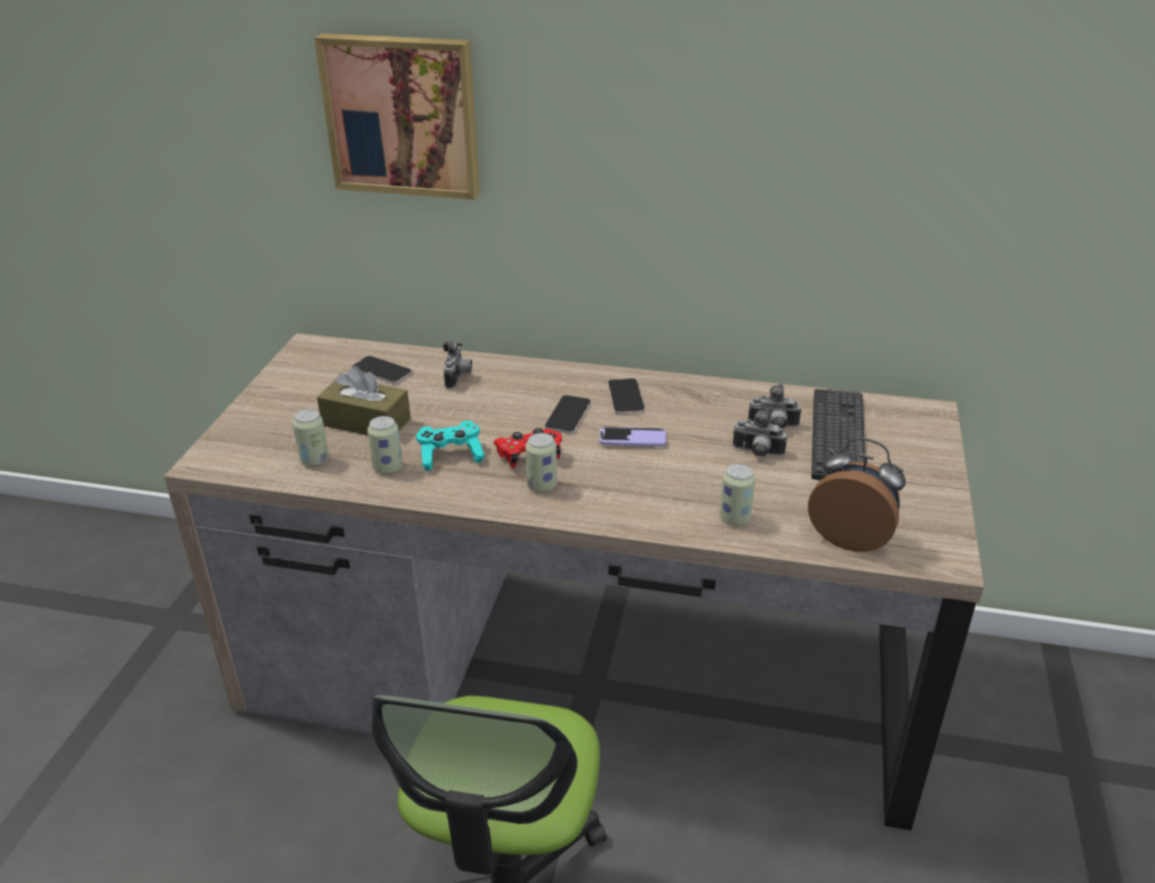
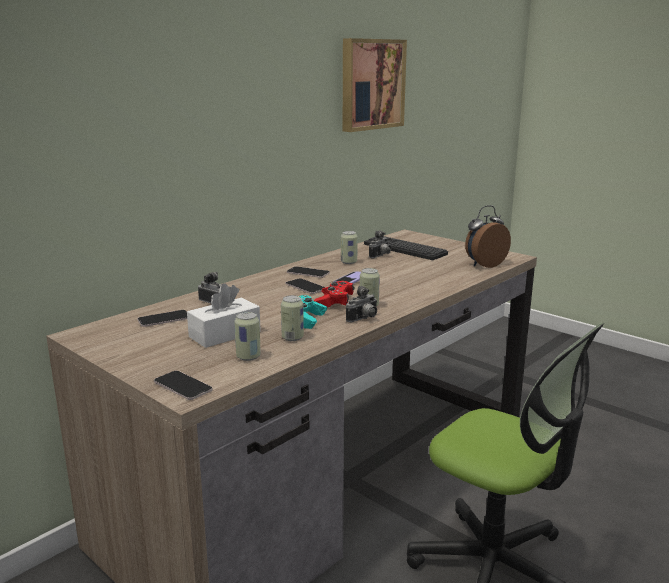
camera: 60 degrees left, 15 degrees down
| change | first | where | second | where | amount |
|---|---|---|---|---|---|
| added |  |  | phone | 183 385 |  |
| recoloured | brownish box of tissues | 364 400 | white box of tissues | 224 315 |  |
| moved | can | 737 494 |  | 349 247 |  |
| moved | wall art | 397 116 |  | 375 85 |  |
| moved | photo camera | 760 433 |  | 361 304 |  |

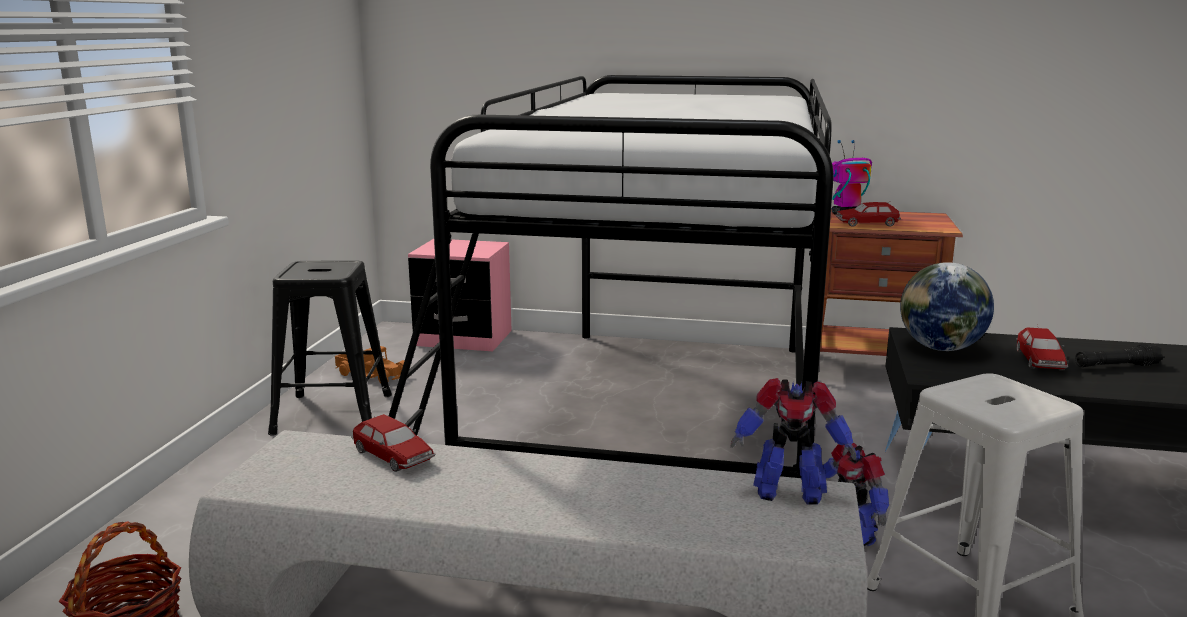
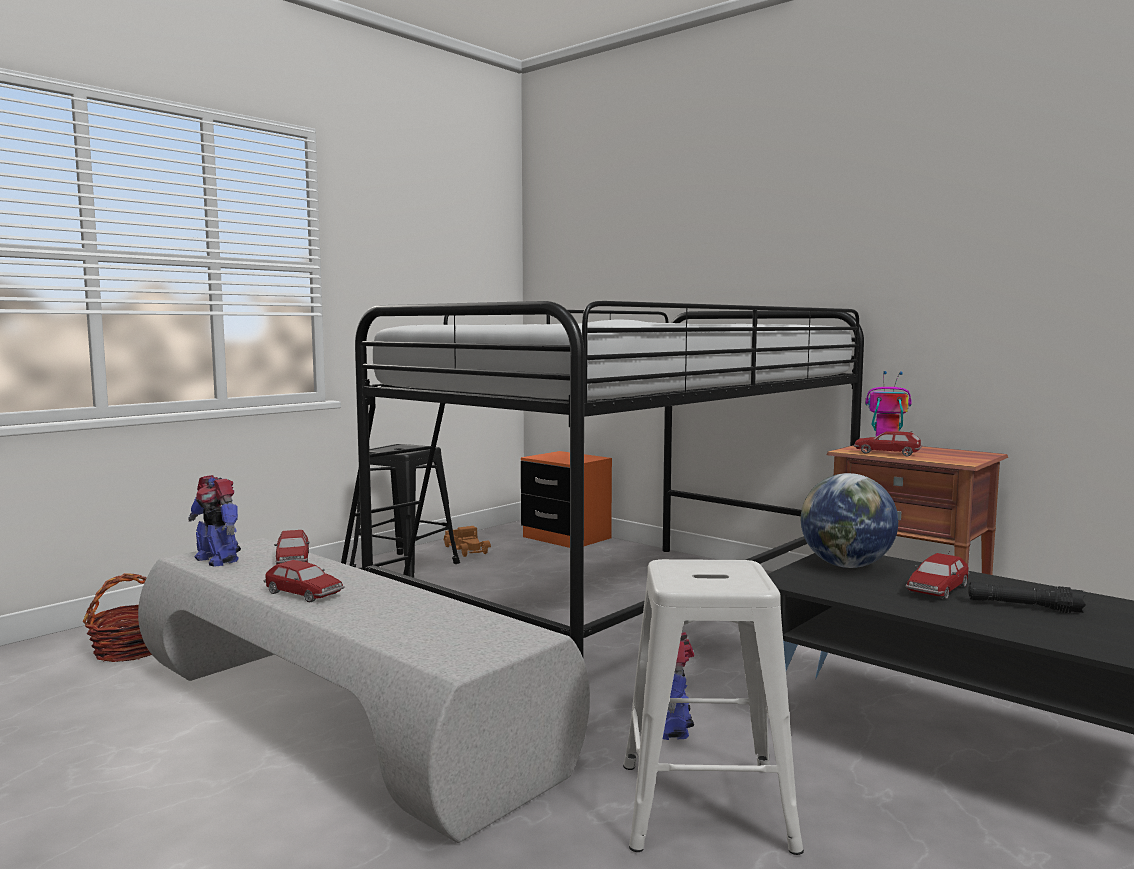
camera: 30 degrees right, 10 degrees down
| change | first | where | second | where | amount |
|---|---|---|---|---|---|
| moved | toy robot | 793 441 |  | 214 521 |  |
| added |  |  | miniature car | 304 581 |  |
| recoloured | pink-coloured bedside table | 460 295 | orange-coloured bedside table | 566 499 |  |

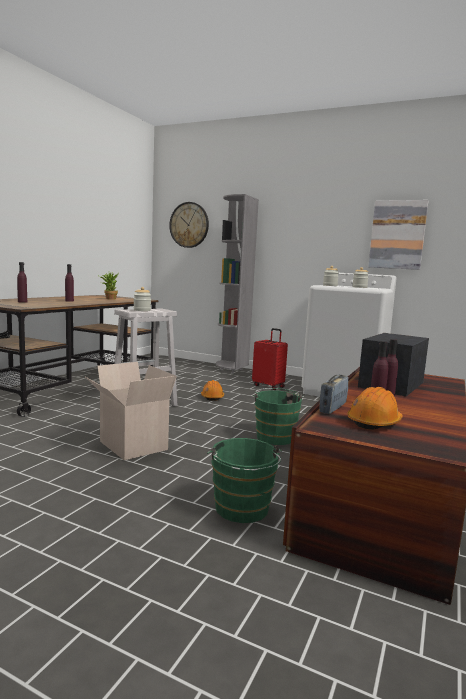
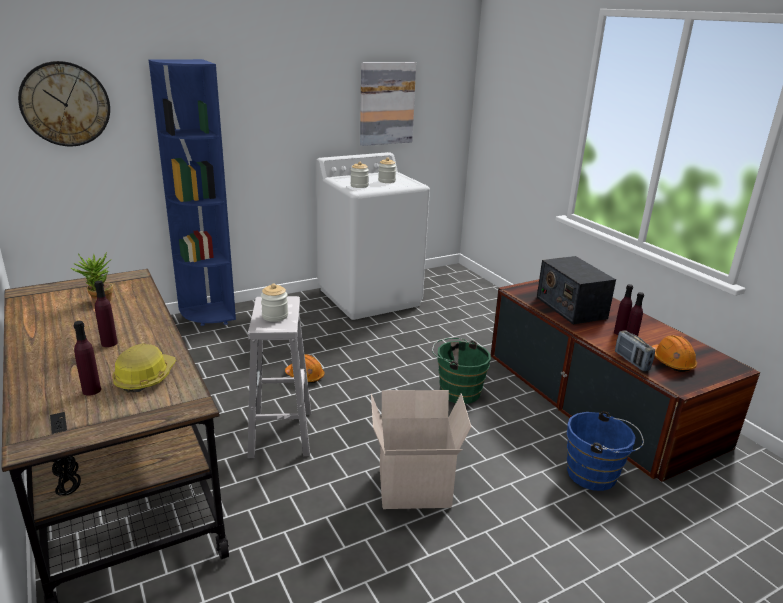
camera: 55 degrees left, 15 degrees up
| change | first | where | second | where | amount |
|---|---|---|---|---|---|
| added |  |  | safety helmet | 144 368 |  |
| recoloured | gray bookshelf | 237 284 | blue bookshelf | 192 192 |  |
| recoloured | green water bucket | 244 480 | blue water bucket | 605 451 |  |
| removed | red suitcase | 270 359 |  |  |  |

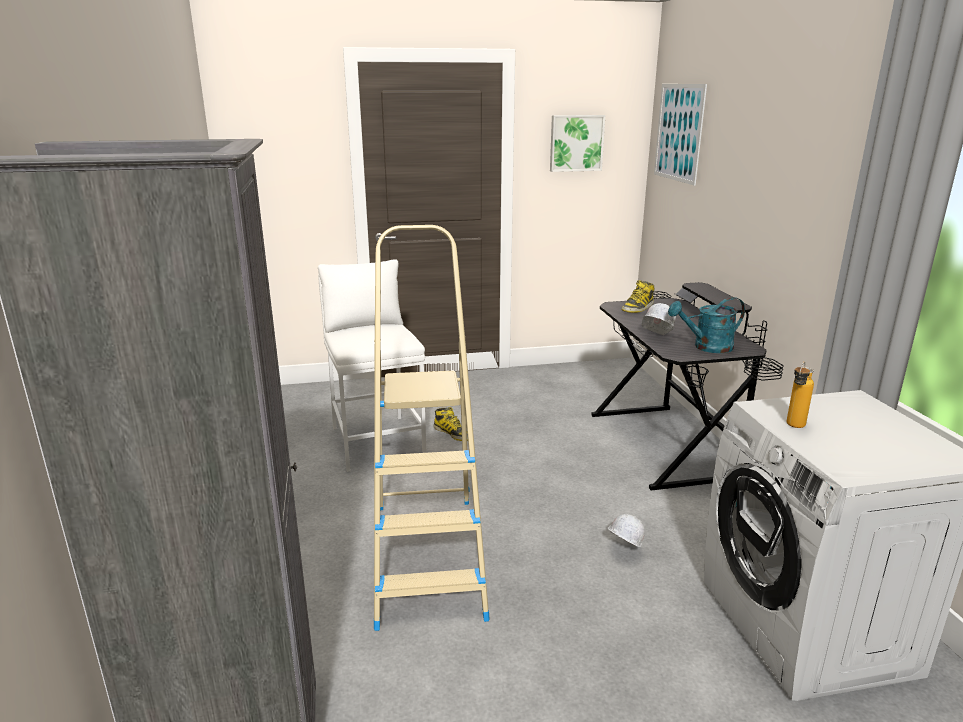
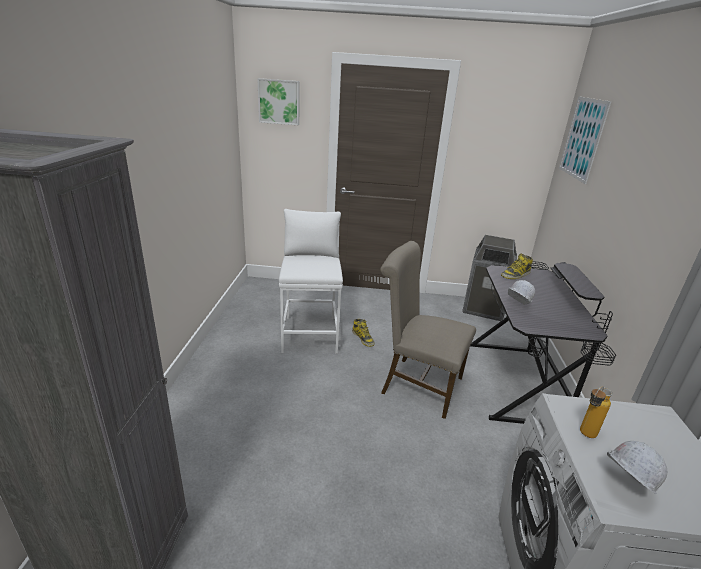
camera: 15 degrees right, 5 degrees up
| change | first | where | second | where | amount |
|---|---|---|---|---|---|
| moved | wall art | 577 143 |  | 278 101 |  |
| added |  |  | beige-coloured upright chair | 428 330 |  |
| added |  |  | waste bin | 489 278 |  |
| moved | white safety helmet | 626 530 |  | 637 467 |  |
| removed | beige-coloured step ladder | 432 428 |  |  |  |
| removed | turquoise-coloured sprinkling can | 706 325 |  |  |  |

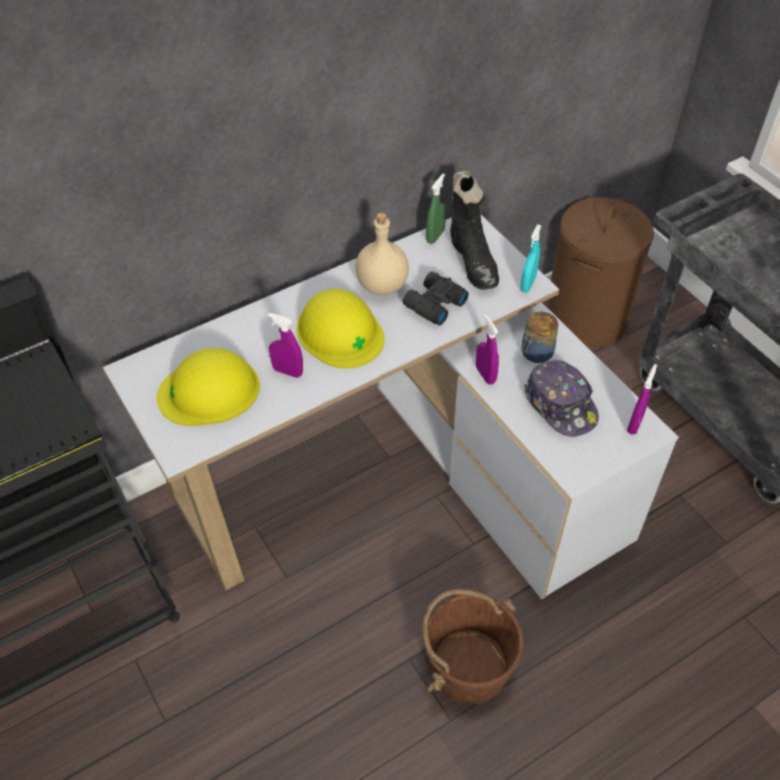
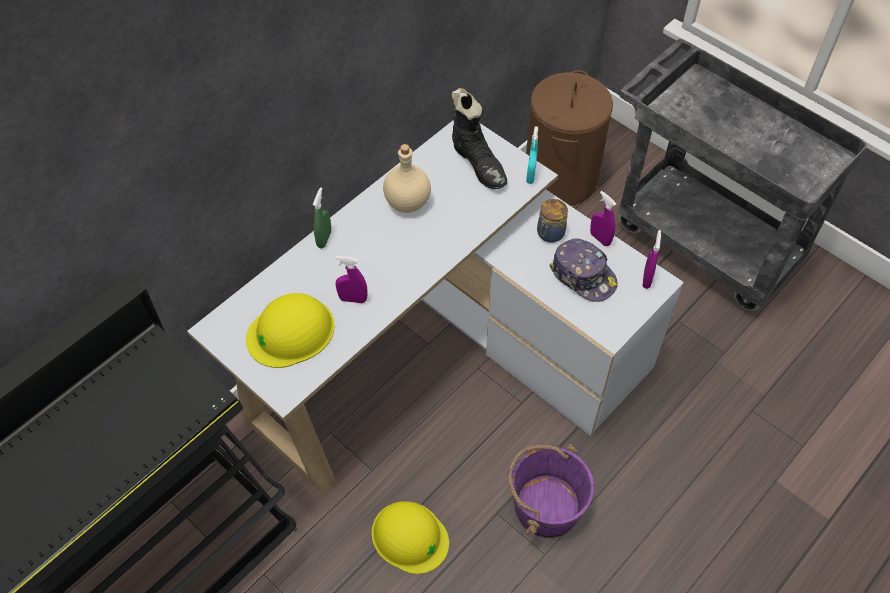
camera: 15 degrees left, 5 degrees up
| change | first | where | second | where | amount |
|---|---|---|---|---|---|
| moved | green hand sprayer | 436 209 |  | 322 217 |  |
| moved | yellow-coloured safety helmet | 340 328 |  | 410 537 |  |
| recoloured | brownish water bucket | 473 646 | purplish water bucket | 551 491 |  |
| moved | purplish hand sprayer | 487 349 |  | 603 218 |  |
| removed | black-coloured field glasses | 436 298 |  |  |  |

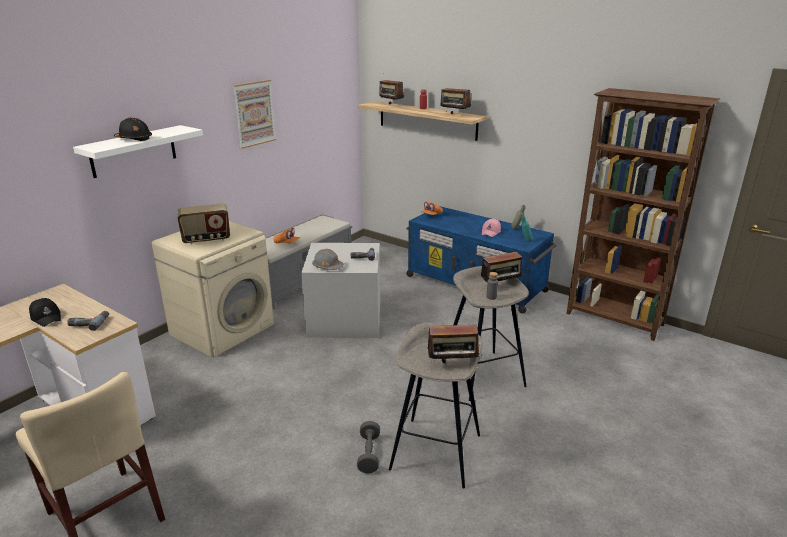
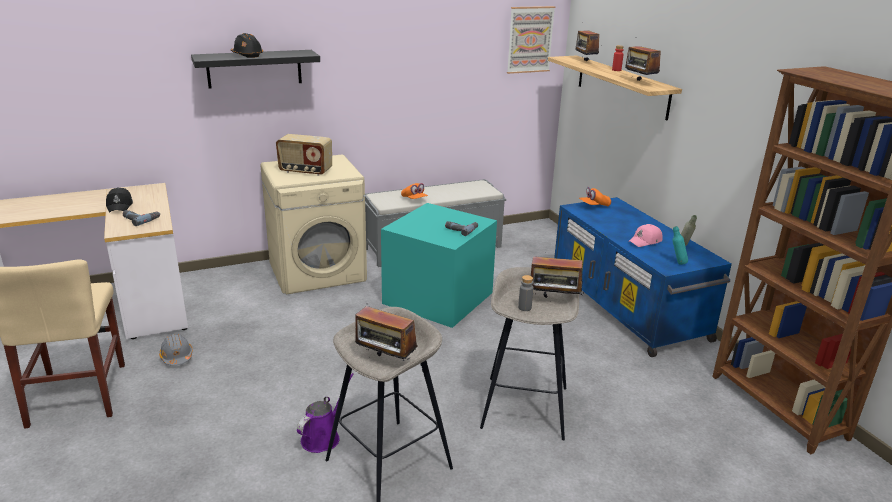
camera: 30 degrees right, 0 degrees up
| change | first | where | second | where | amount |
|---|---|---|---|---|---|
| moved | gray safety helmet | 328 259 |  | 176 350 |  |
| recoloured | white wall shelf | 138 151 | black-coloured wall shelf | 255 69 |  |
| replaced | gray dumbbell | 368 447 | purplish sprinkling can | 325 413 |  |
| recoloured | gray storage bin | 340 290 | turquoise-coloured storage bin | 439 265 |  |
| moved | wall art | 254 114 |  | 531 40 |  |

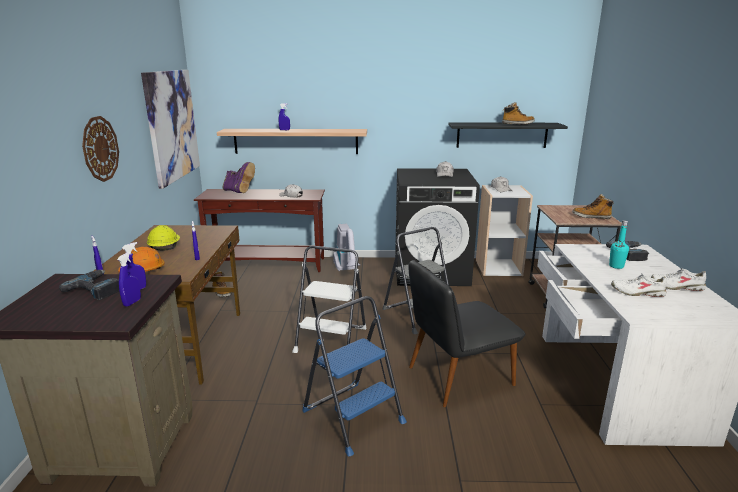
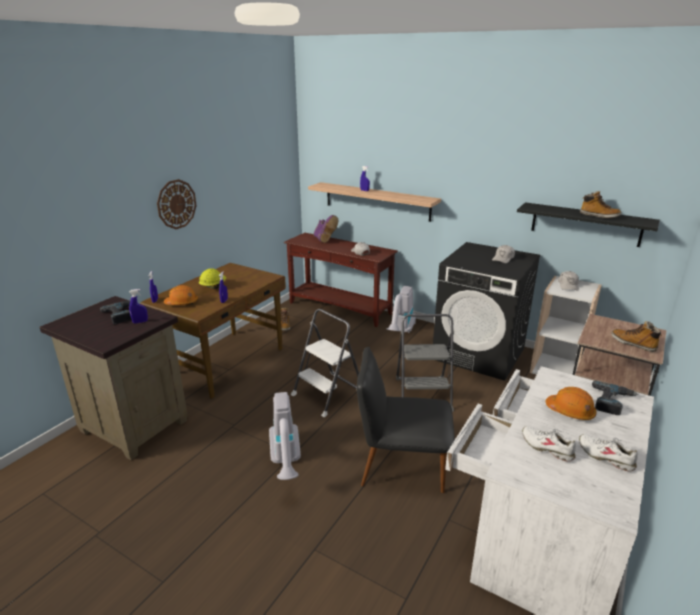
camera: 30 degrees right, 5 degrees up
| change | first | where | second | where | amount |
|---|---|---|---|---|---|
| replaced | blue step ladder | 354 376 | vacuum | 285 436 |  |
| replaced | turquoise-coloured bottle | 619 244 | orange-coloured safety helmet | 571 403 |  |
| removed | blue hand sprayer | 129 279 |  |  |  |
| removed | wall art | 170 129 |  |  |  |

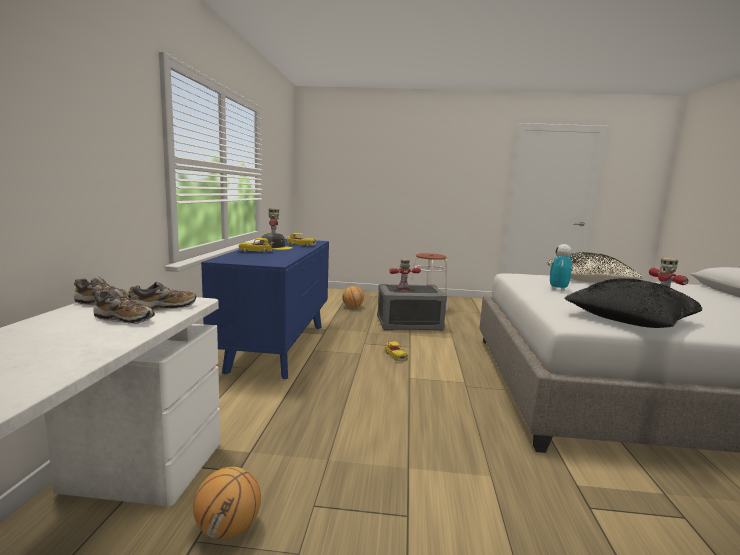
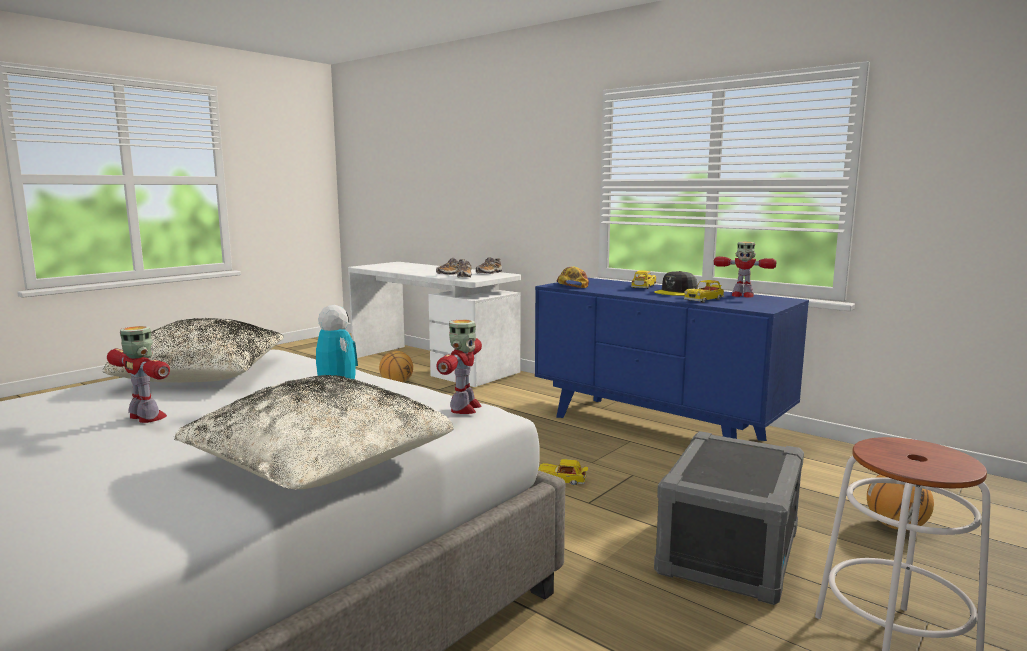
camera: 125 degrees right, 0 degrees up
| change | first | where | second | where | amount |
|---|---|---|---|---|---|
| recoloured | black-coloured pillow | 633 303 | beige-coloured pillow | 193 350 |  |
| moved | toy robot | 405 274 |  | 459 367 |  |
| added |  |  | cap | 573 277 |  |

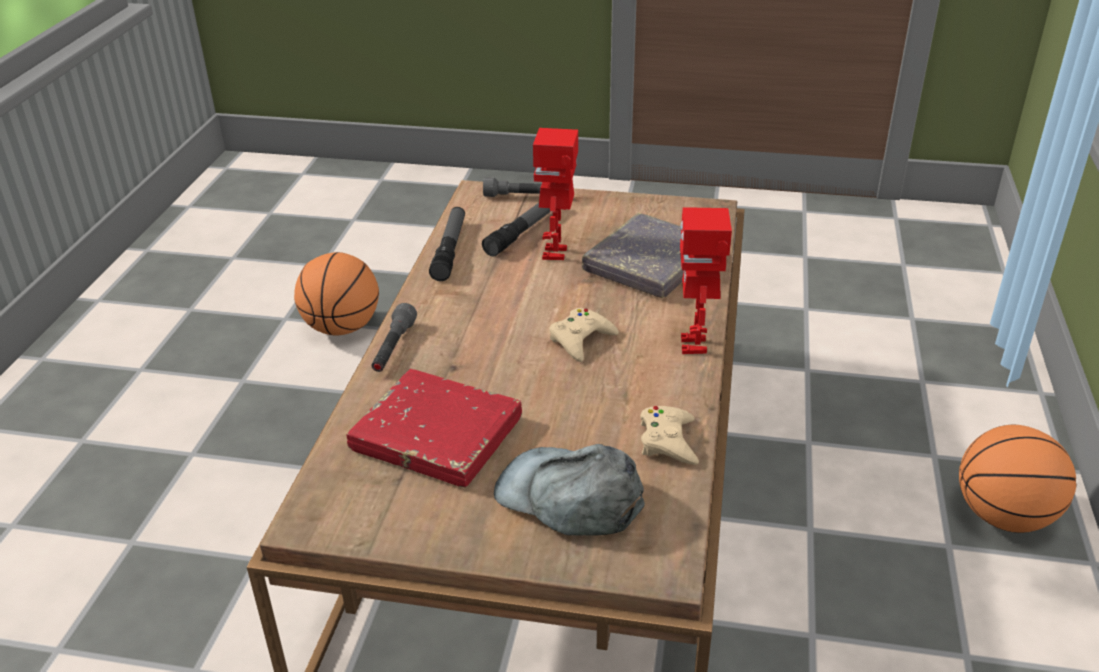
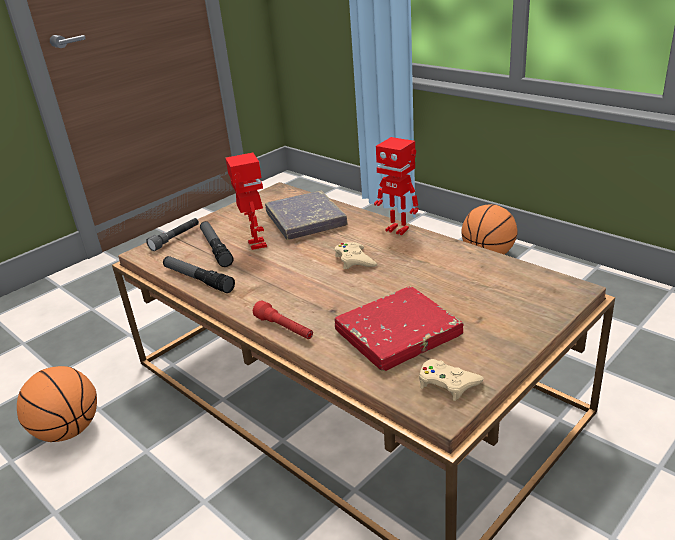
camera: 55 degrees left, 5 degrees down
| change | first | where | second | where | amount |
|---|---|---|---|---|---|
| turned | toy robot | 555 194 |  | 246 201 | 150 degrees counterclockwise |
| recoloured | gray flashlight | 394 337 | red flashlight | 283 320 |  |
| moved | beige-coloured game controller | 669 435 |  | 451 380 |  |
| removed | gray cap | 569 490 |  |  |  |

